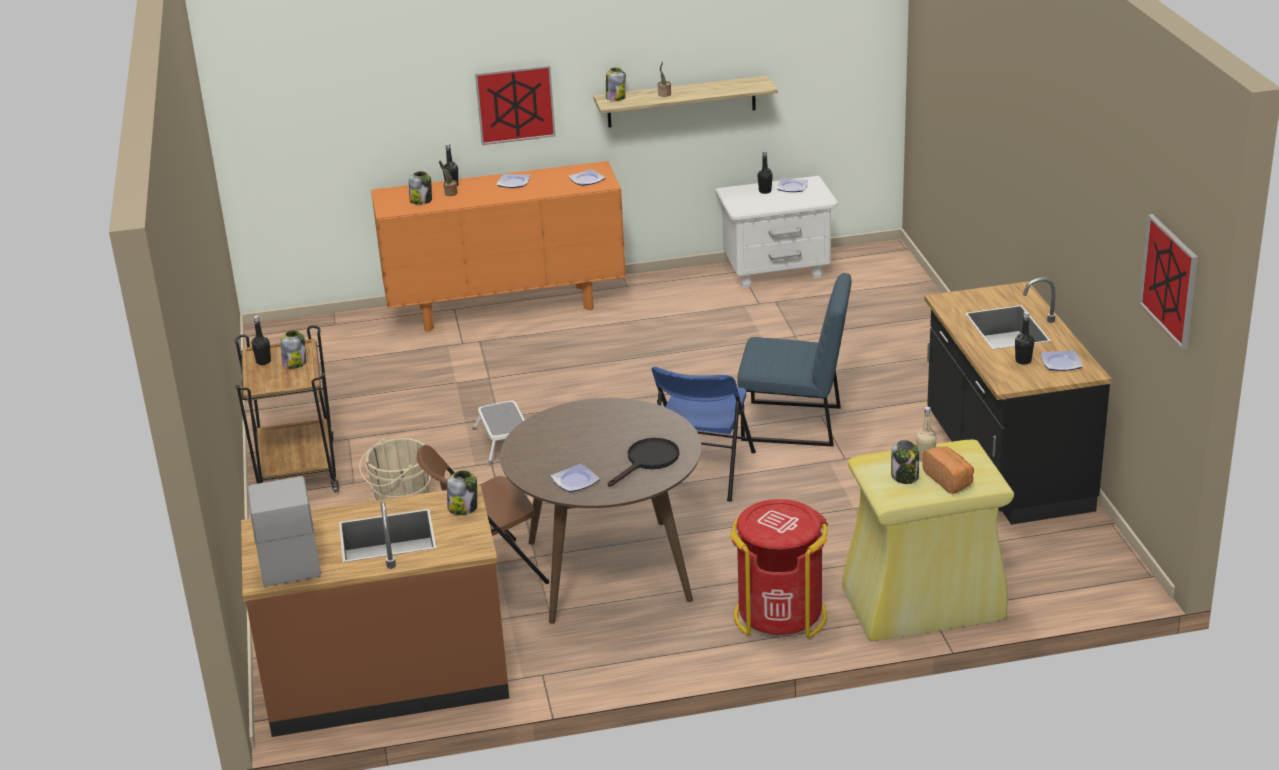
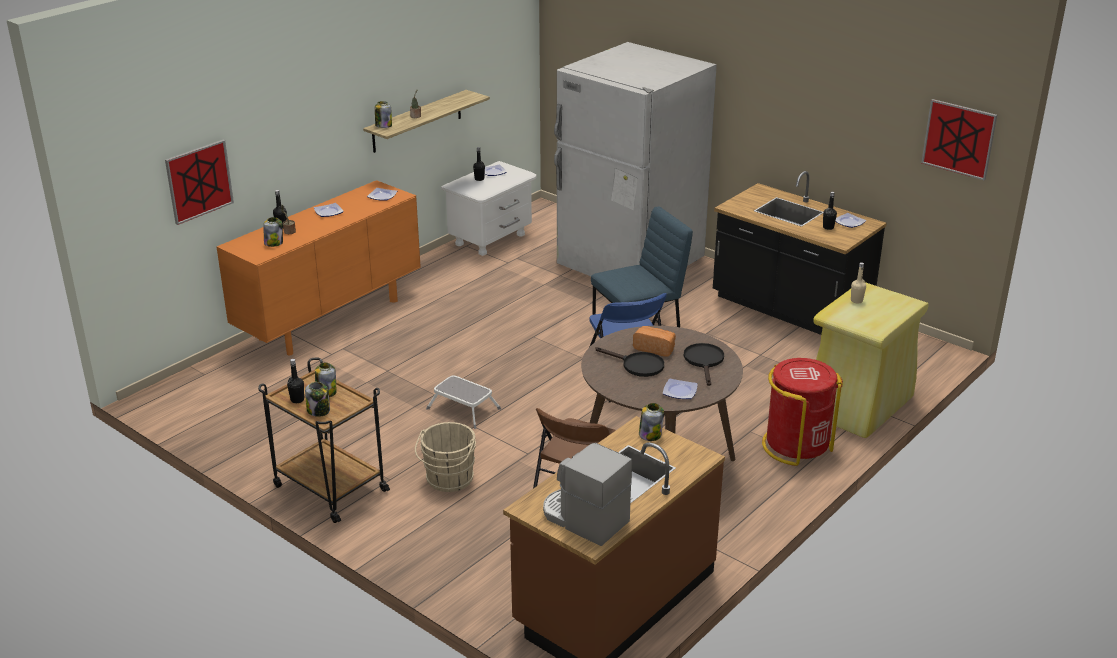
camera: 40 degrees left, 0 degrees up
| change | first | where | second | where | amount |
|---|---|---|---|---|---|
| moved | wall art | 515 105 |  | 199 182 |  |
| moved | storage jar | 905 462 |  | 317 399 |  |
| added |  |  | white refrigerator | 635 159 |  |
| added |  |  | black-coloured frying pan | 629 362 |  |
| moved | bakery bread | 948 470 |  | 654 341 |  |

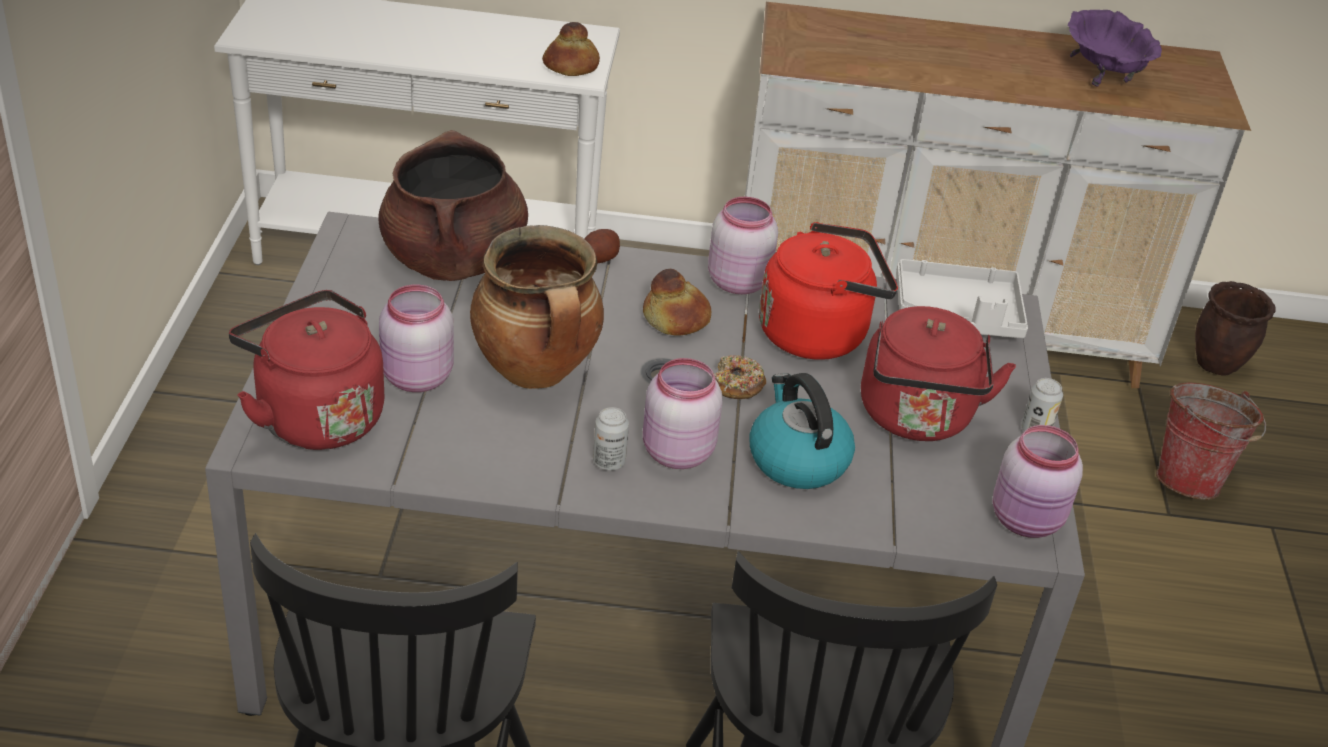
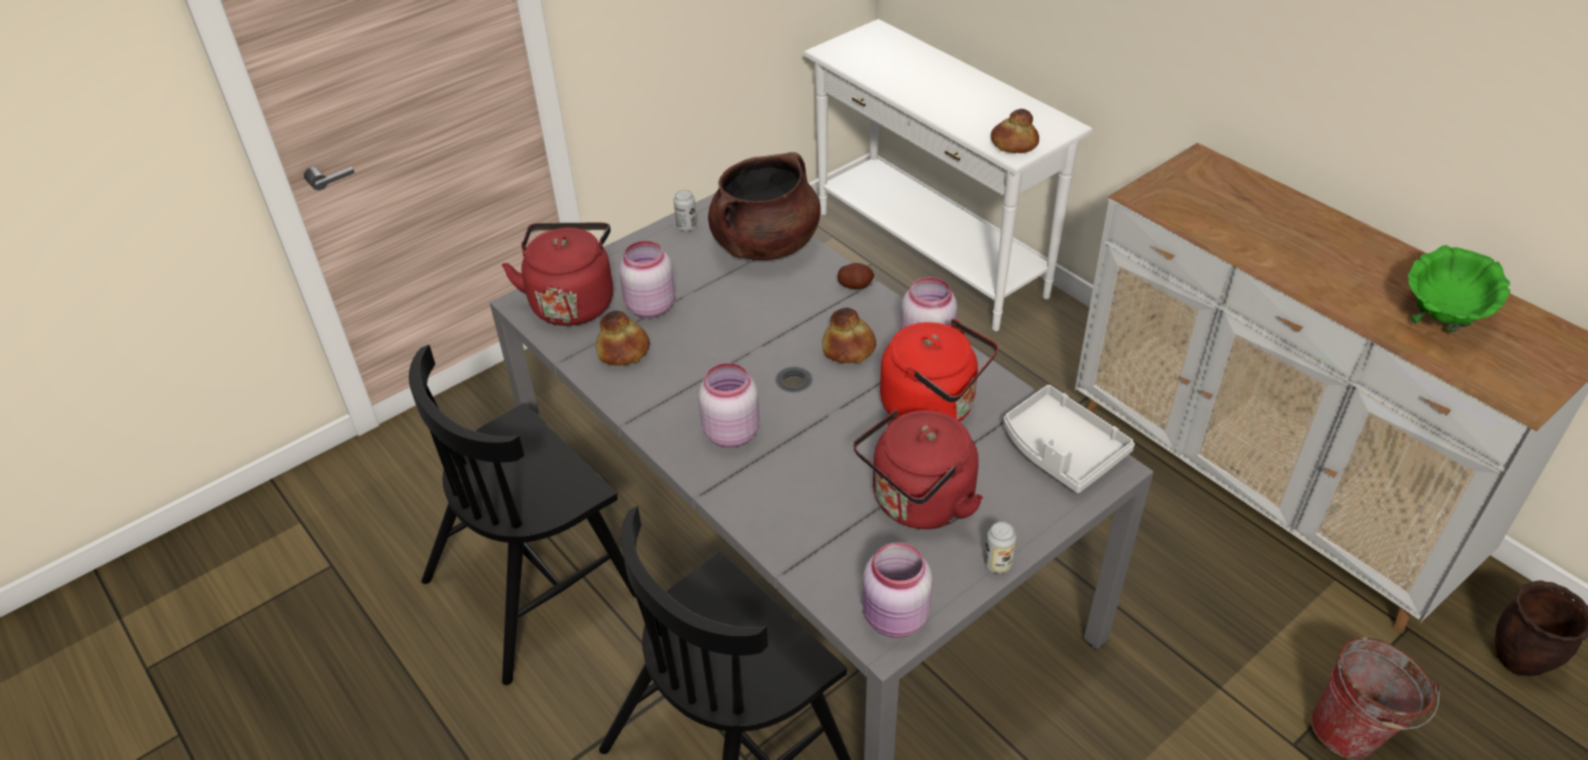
camera: 50 degrees right, 5 degrees up
| change | first | where | second | where | amount |
|---|---|---|---|---|---|
| added |  |  | bakery bread | 623 338 |  |
| moved | can | 611 439 |  | 685 210 |  |
| recoloured | purplish serving bowl | 1115 48 | green serving bowl | 1459 288 |  |
| removed | cooking pot | 537 307 |  |  |  |
| removed | doughnut | 739 377 |  |  |  |
| removed | tea kettle | 802 431 |  |  |  |

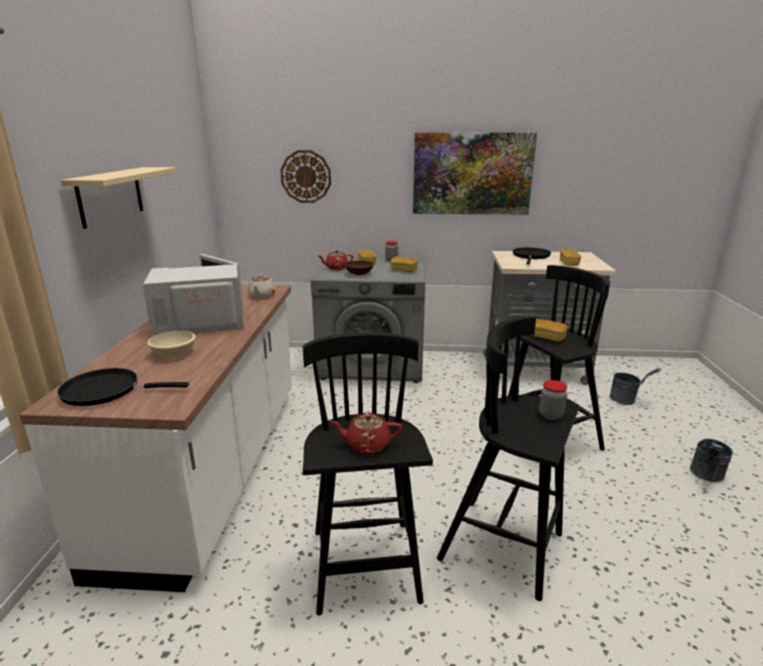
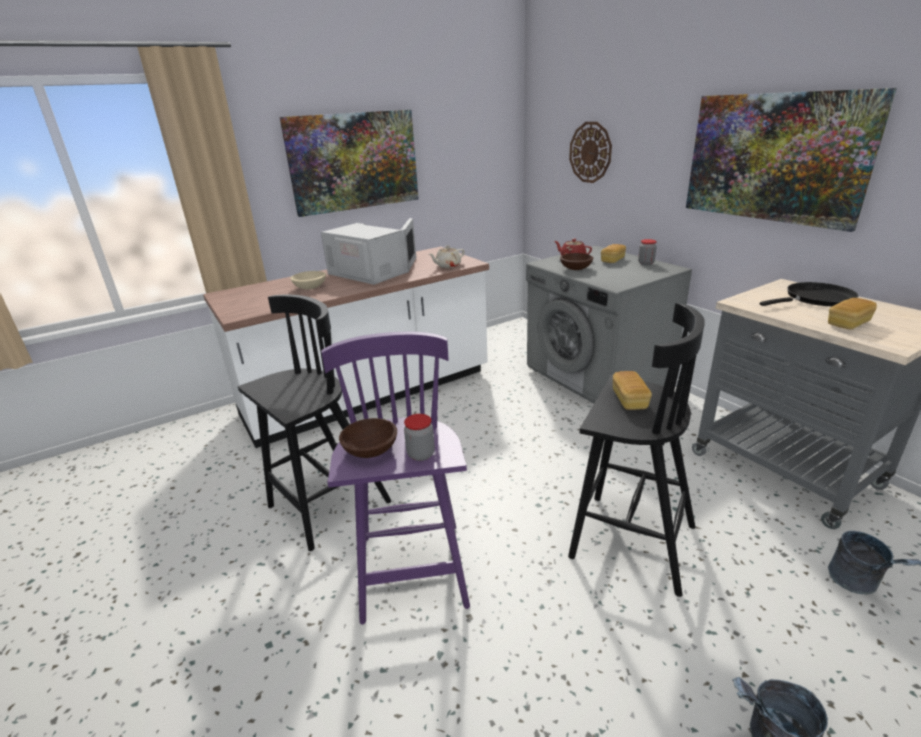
camera: 55 degrees right, 5 degrees up
| change | first | where | second | where | amount |
|---|---|---|---|---|---|
| replaced | beige-coloured wall shelf | 118 198 | wall art | 349 163 |  |
| recoloured | black-coloured sitting stool | 508 459 | purplish sitting stool | 395 478 |  |
| added |  |  | brownish serving bowl | 368 438 |  |
| removed | black-coloured frying pan | 123 387 |  |  |  |
| removed | red tea pot | 365 433 |  |  |  |
| removed | bakery bread | 404 264 |  |  |  |

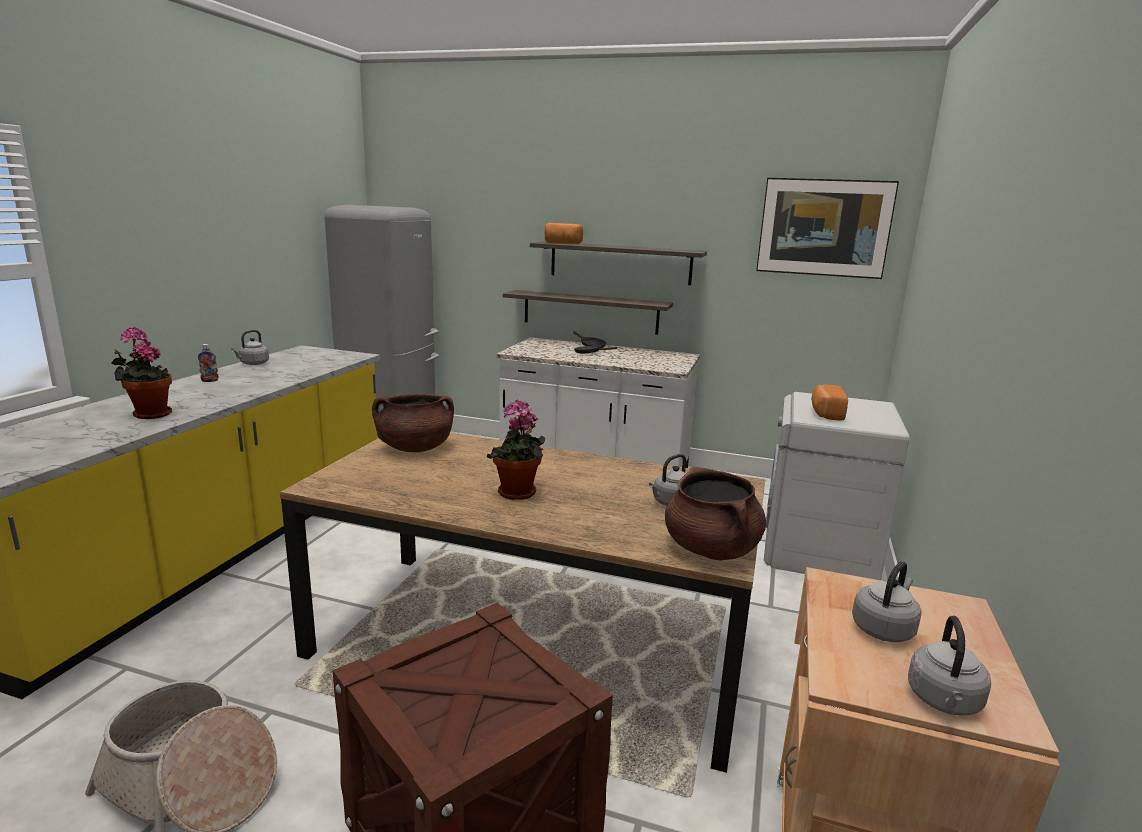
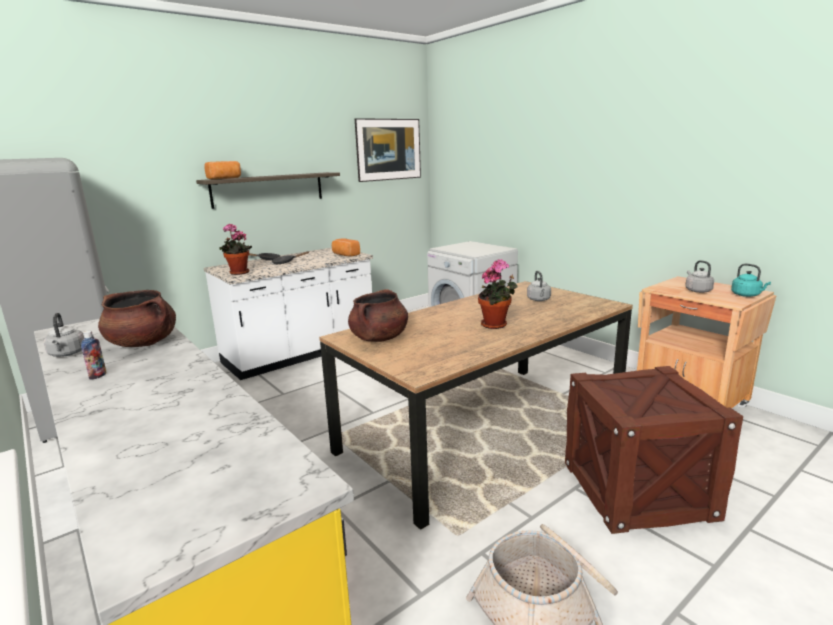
camera: 55 degrees left, 0 degrees up
| change | first | where | second | where | amount |
|---|---|---|---|---|---|
| moved | brownish cooking pot | 715 514 |  | 137 318 |  |
| moved | houseplant | 142 373 |  | 235 249 |  |
| moved | bakery bread | 829 402 |  | 346 247 |  |
| recoloured | gray tea kettle | 949 666 | turquoise-coloured tea kettle | 751 280 |  |
| removed | wall shelf | 588 312 |  |  |  |

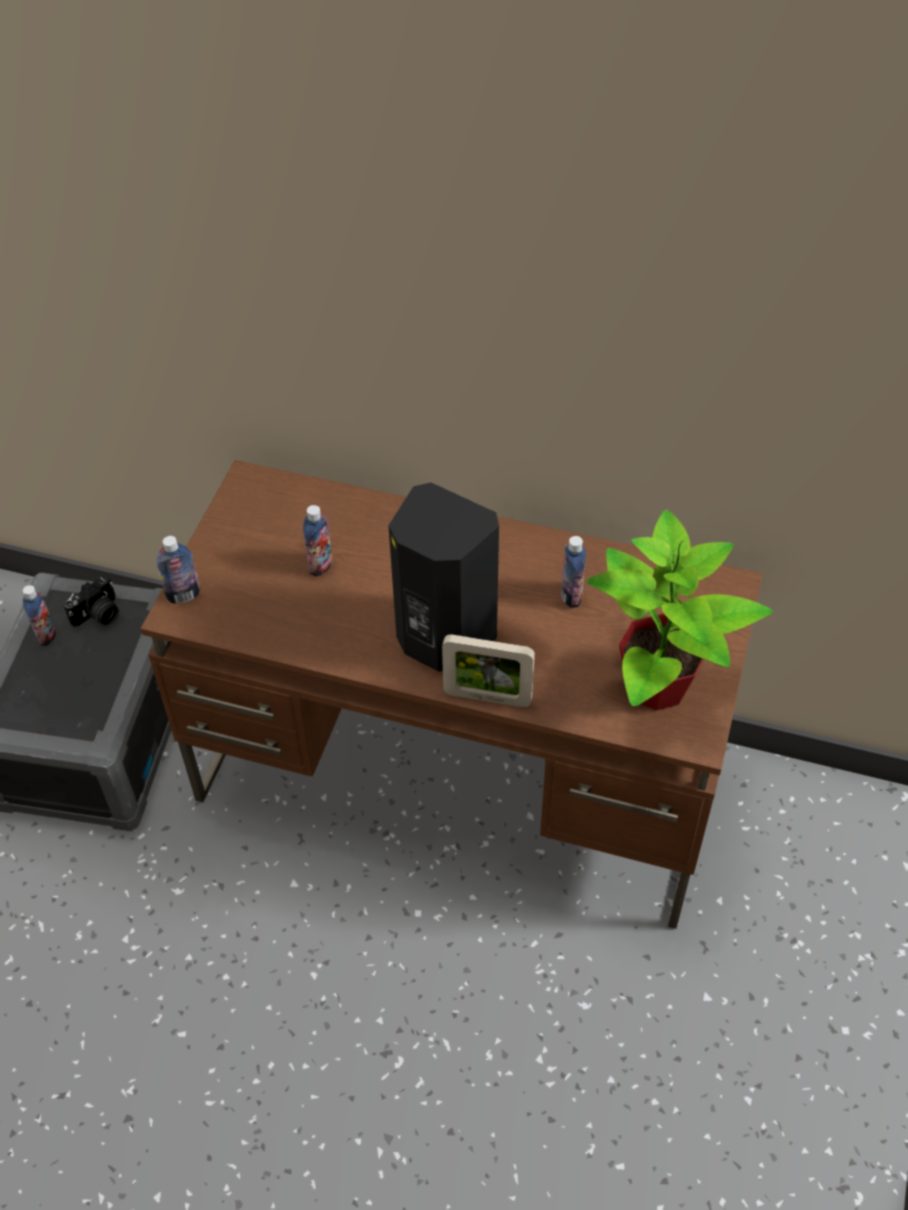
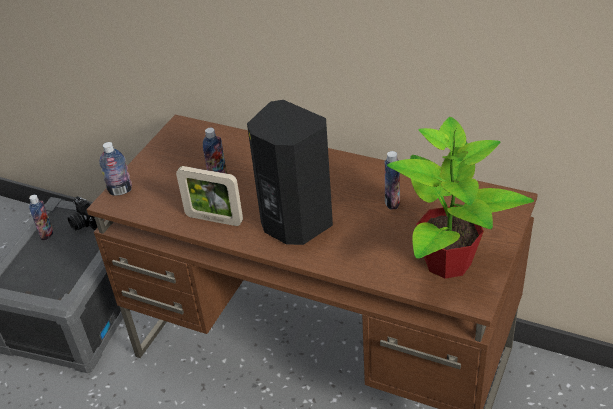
camera: 10 degrees right, 10 degrees down
| change | first | where | second | where | amount |
|---|---|---|---|---|---|
| turned | photo camera | 91 601 |  | 83 213 | 90 degrees clockwise |
| moved | standing frame | 488 670 |  | 209 196 |  |

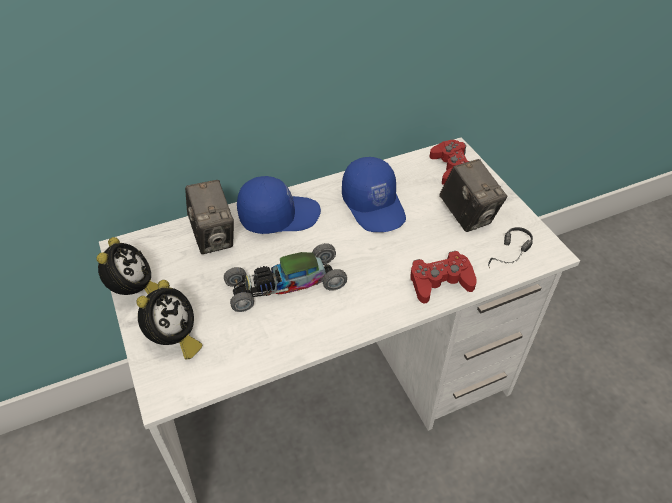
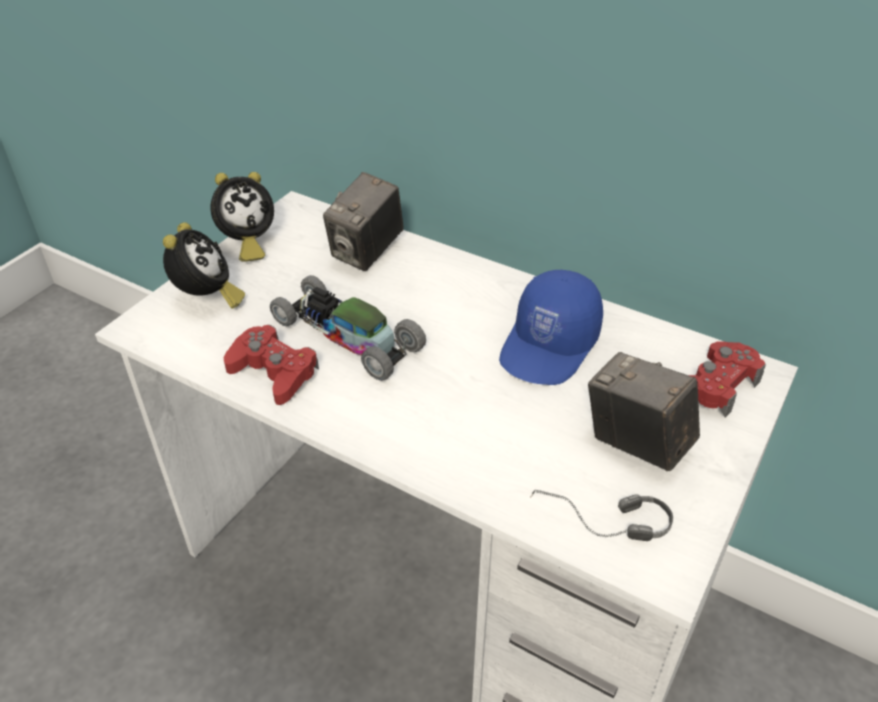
camera: 55 degrees right, 5 degrees down
| change | first | where | second | where | amount |
|---|---|---|---|---|---|
| turned | table clock | 169 320 |  | 204 265 | 75 degrees counterclockwise |
| moved | red game controller | 443 277 |  | 271 365 |  |
| turned | photo camera | 473 195 |  | 644 411 | 105 degrees clockwise |
| removed | blue cap | 279 205 |  |  |  |

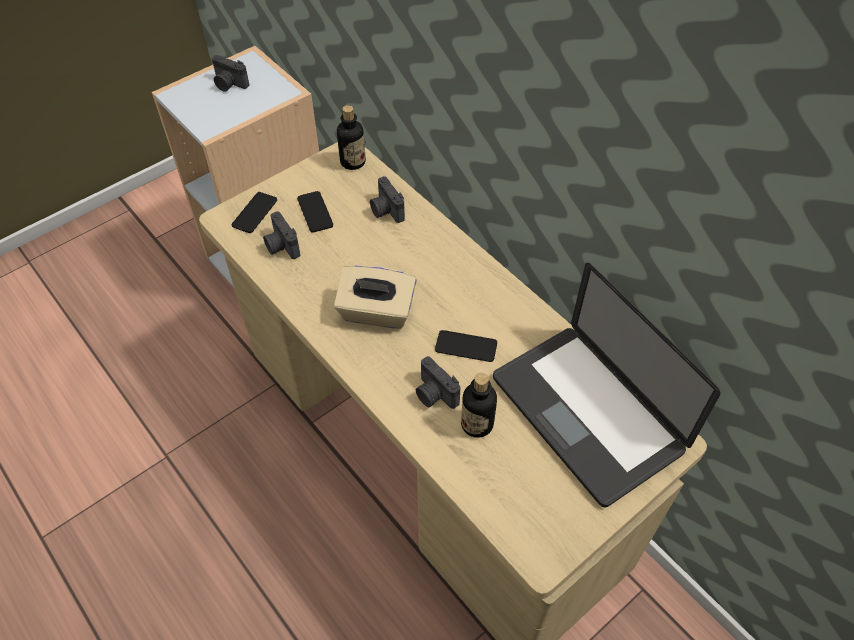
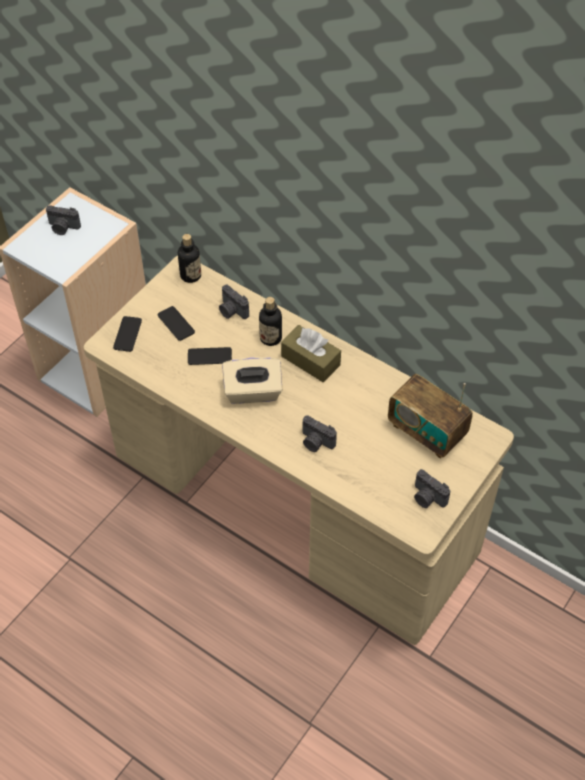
camera: 15 degrees left, 0 degrees up
| change | first | where | second | where | amount |
|---|---|---|---|---|---|
| moved | phone | 466 346 |  | 210 356 |  |
| moved | bottle | 479 405 |  | 270 321 |  |
| added |  |  | brownish box of tissues | 311 353 |  |
| replaced | portable computer | 607 385 | radio set | 430 416 |  |
| moved | photo camera | 281 235 |  | 432 488 |  |

